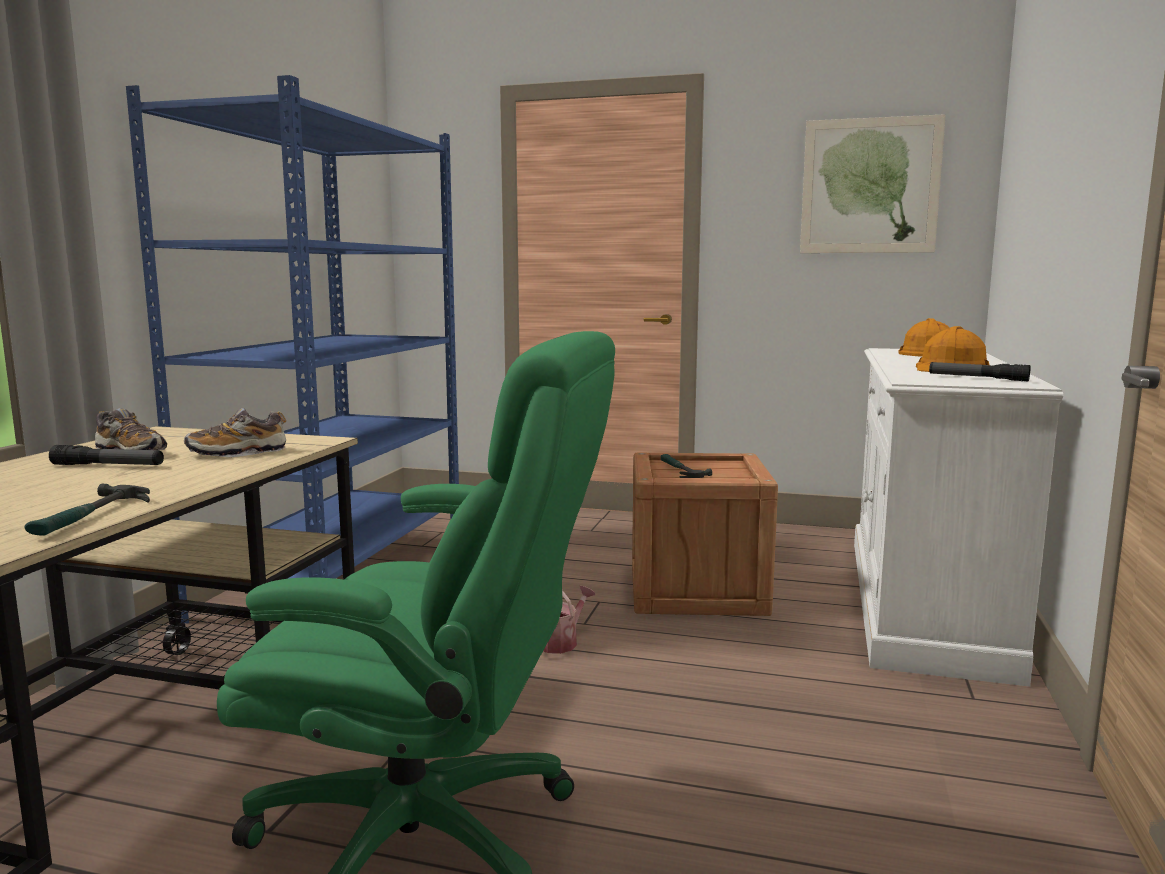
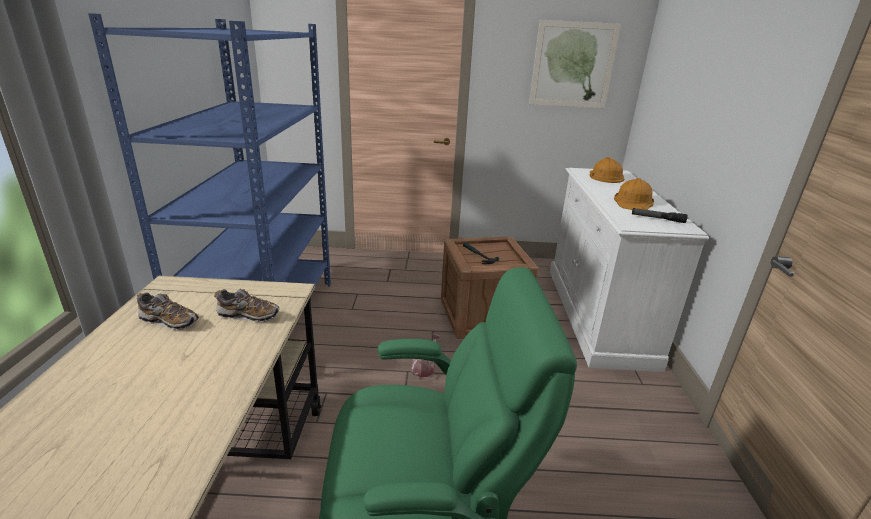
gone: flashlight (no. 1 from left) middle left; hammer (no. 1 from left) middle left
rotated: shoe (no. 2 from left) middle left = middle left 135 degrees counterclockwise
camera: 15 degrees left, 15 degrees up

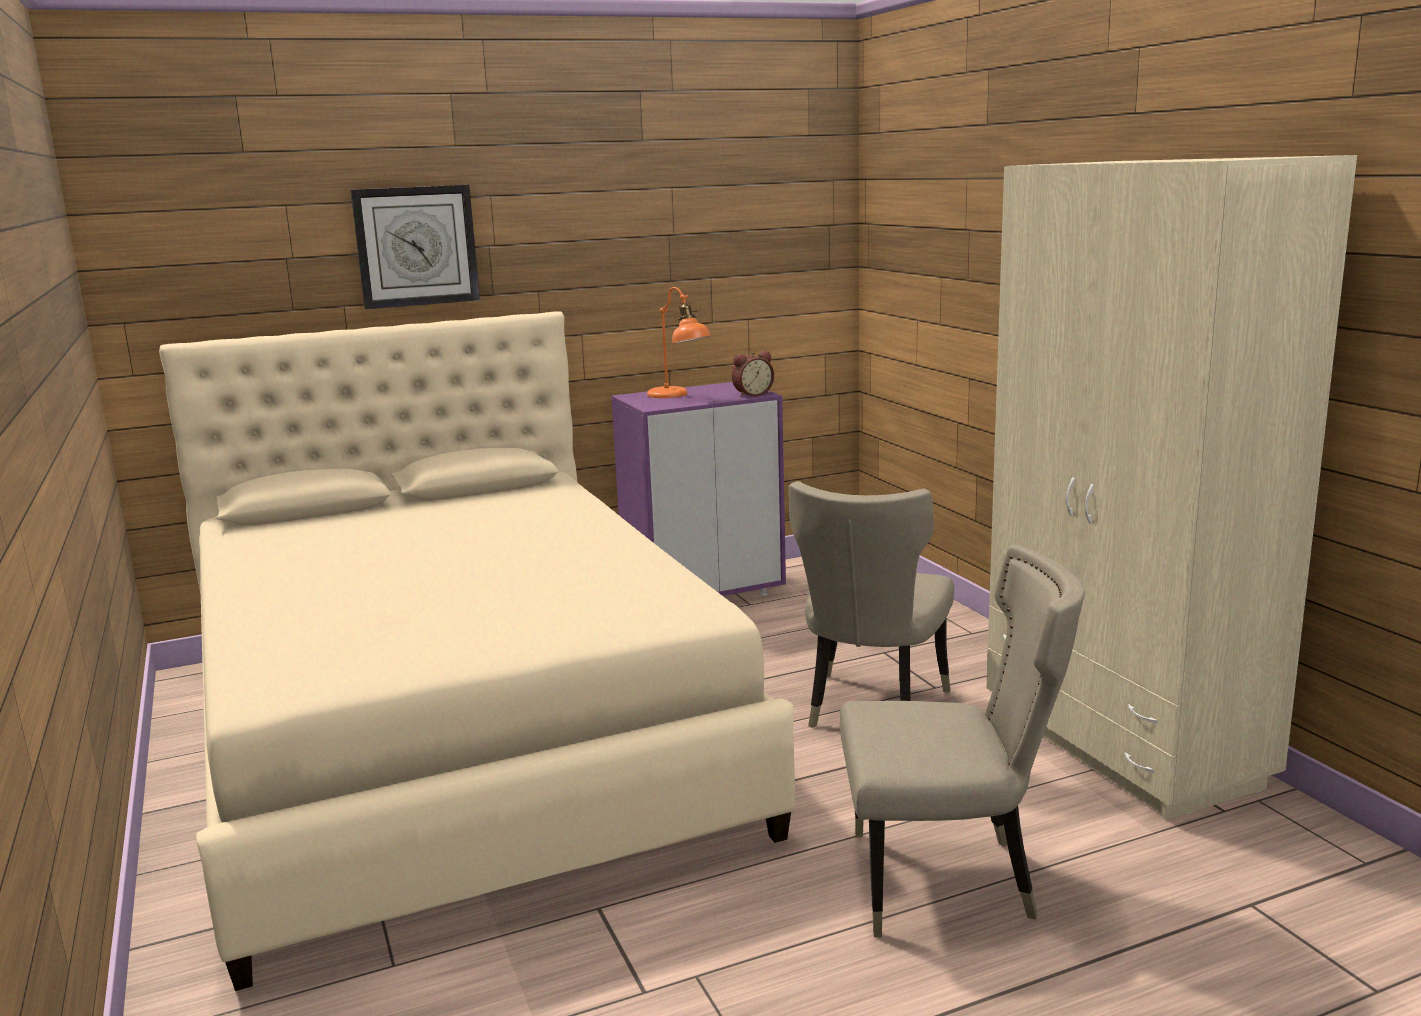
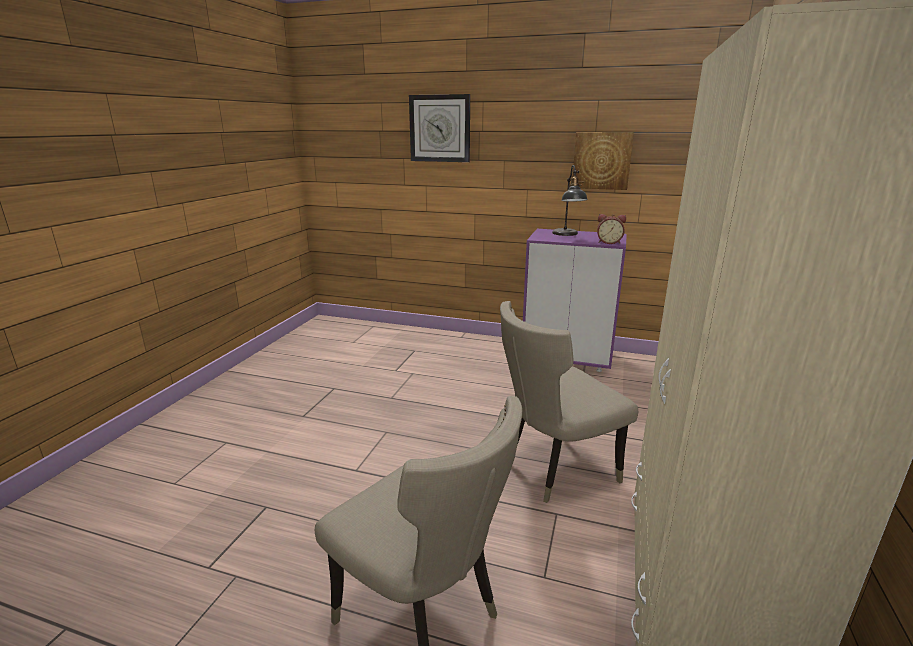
gone: bed/beige centre
new: picture top centre
repainted: table lamp/orange centre to table lamp/grey top centre
camera: 40 degrees right, 5 degrees up

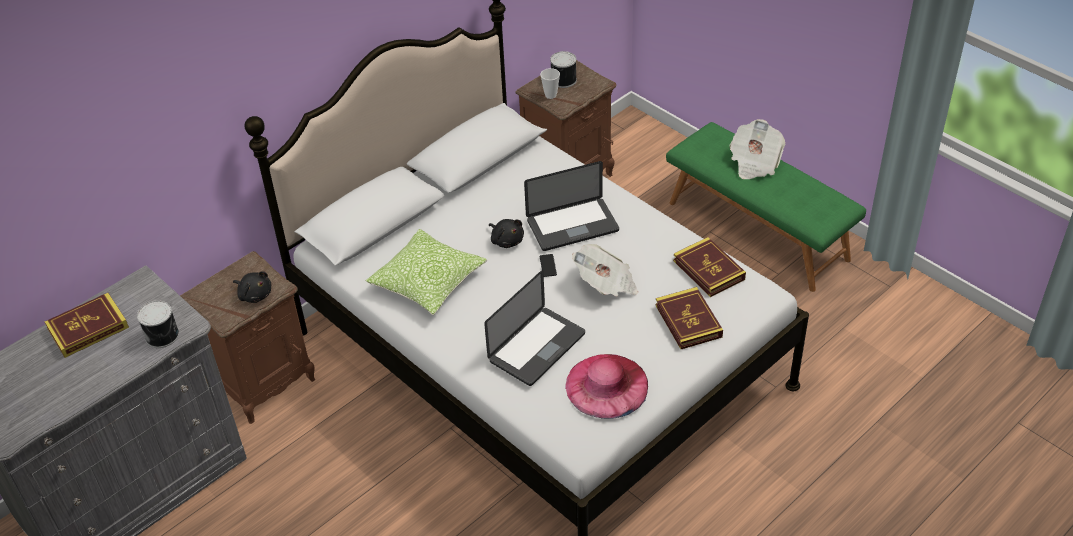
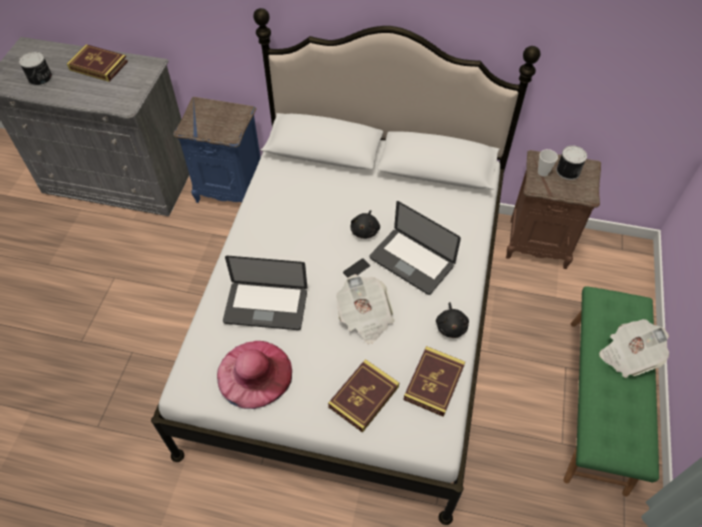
gone: pillow centre
shifted: plush toy/black (no. 1 from left in the first image) middle left to plush toy/black (no. 2 from left) centre; can (no. 1 from left) middle left to top left
repainted: nightstand/brown (no. 1 from left) middle left to nightstand/blue top left
camera: 55 degrees right, 10 degrees up

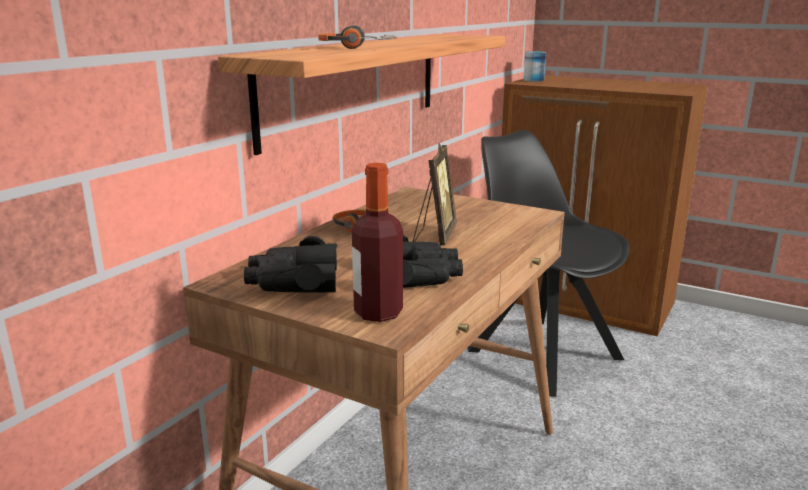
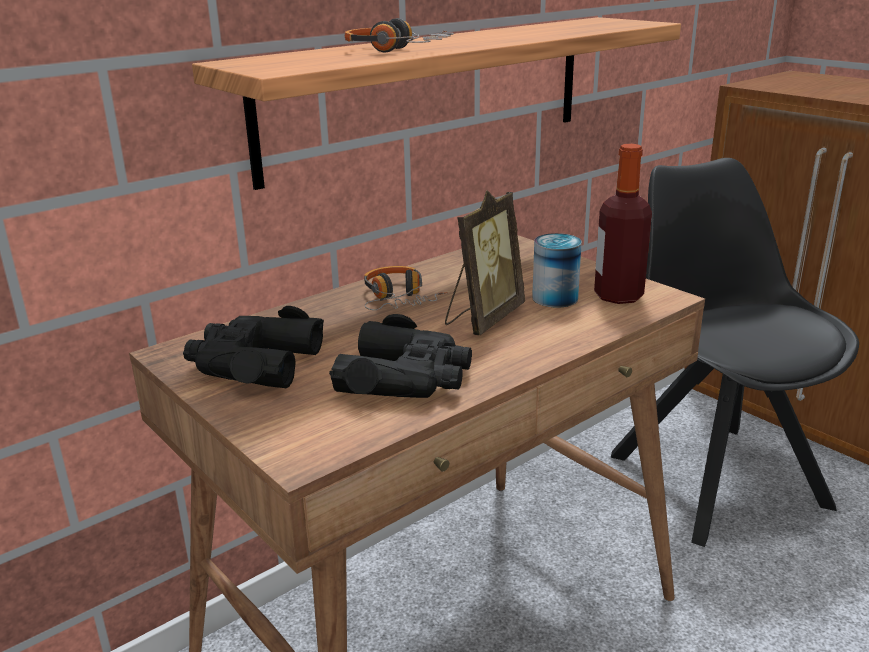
shifted: can top centre to centre; bottle centre to middle right
camera: 20 degrees right, 5 degrees up

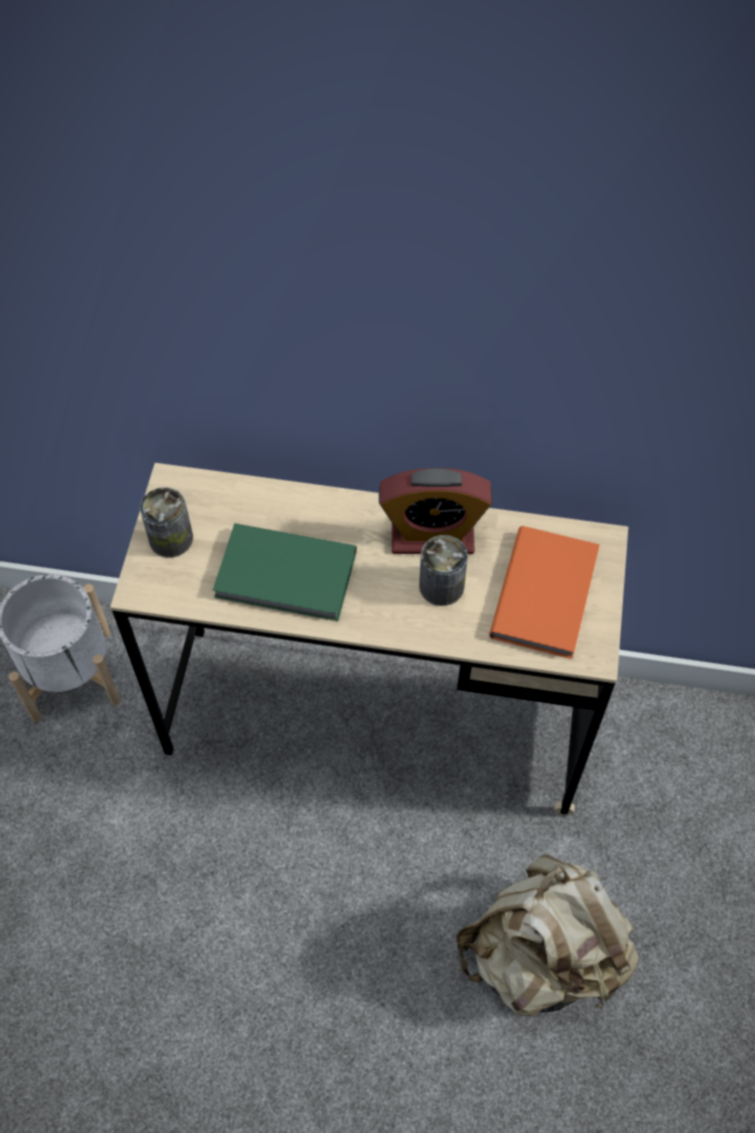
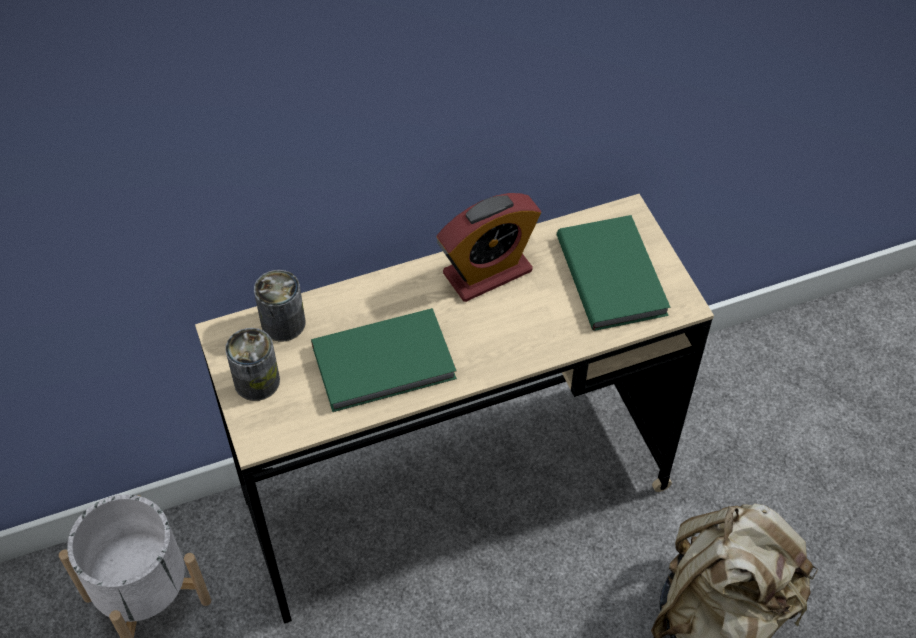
shifted: can (no. 2 from left) centre to middle left
repainted: book/orange middle right to book/green (no. 2 from left) middle right
camera: 30 degrees left, 5 degrees down

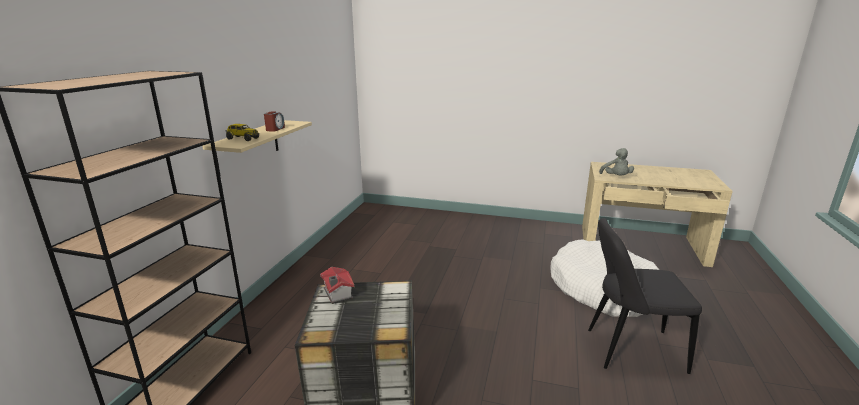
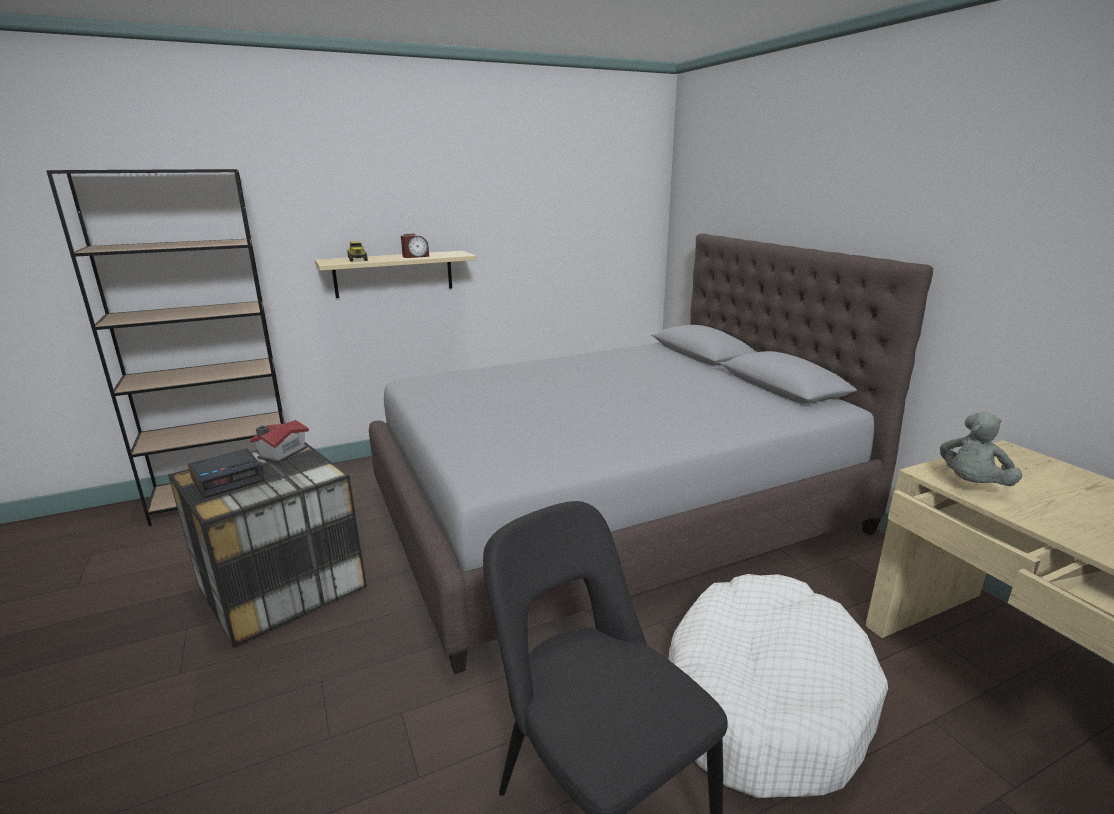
new: bed/grey centre; alarm clock (no. 1 from left) middle left
camera: 50 degrees right, 0 degrees up

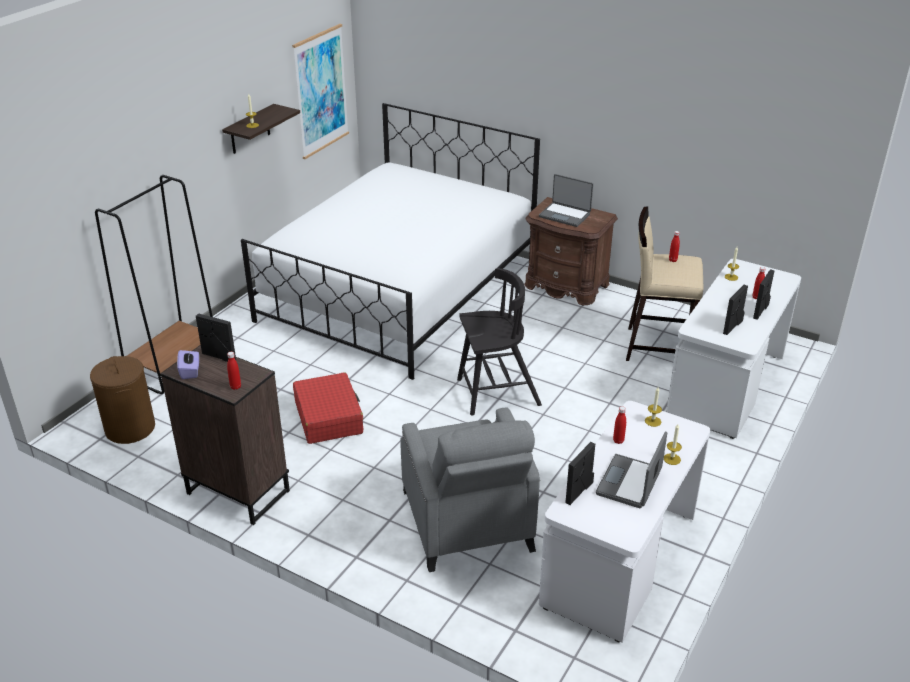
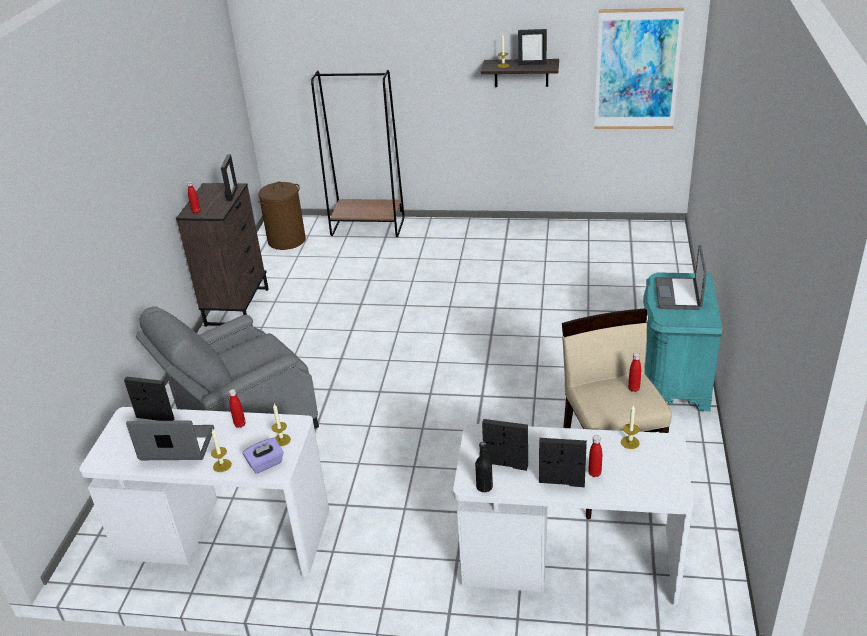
gone: bed/white centre; chair/black centre; suitcase/red centre
new: picture frame (no. 4 from left) top centre; bottle/black bottom centre
shifted: tissue box/purple middle left to bottom left
repainted: nightstand/brown centre to nightstand/turquoise middle right
camera: 70 degrees right, 0 degrees up

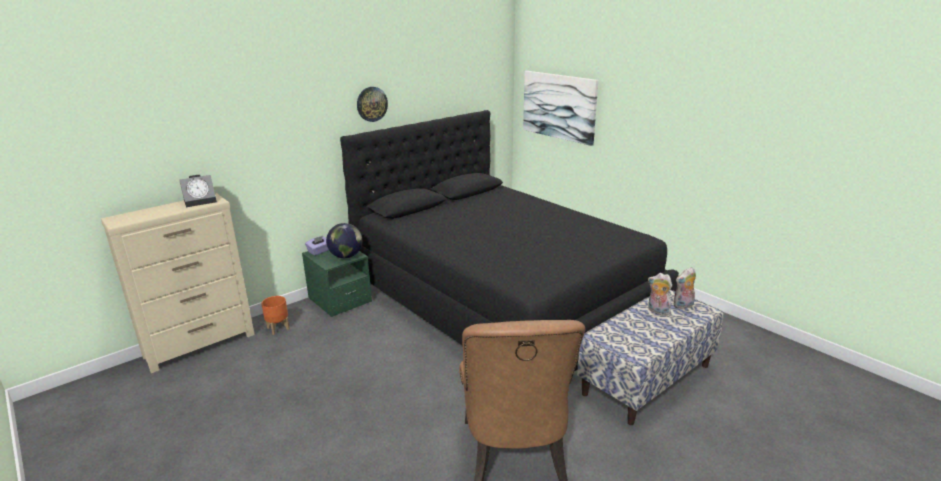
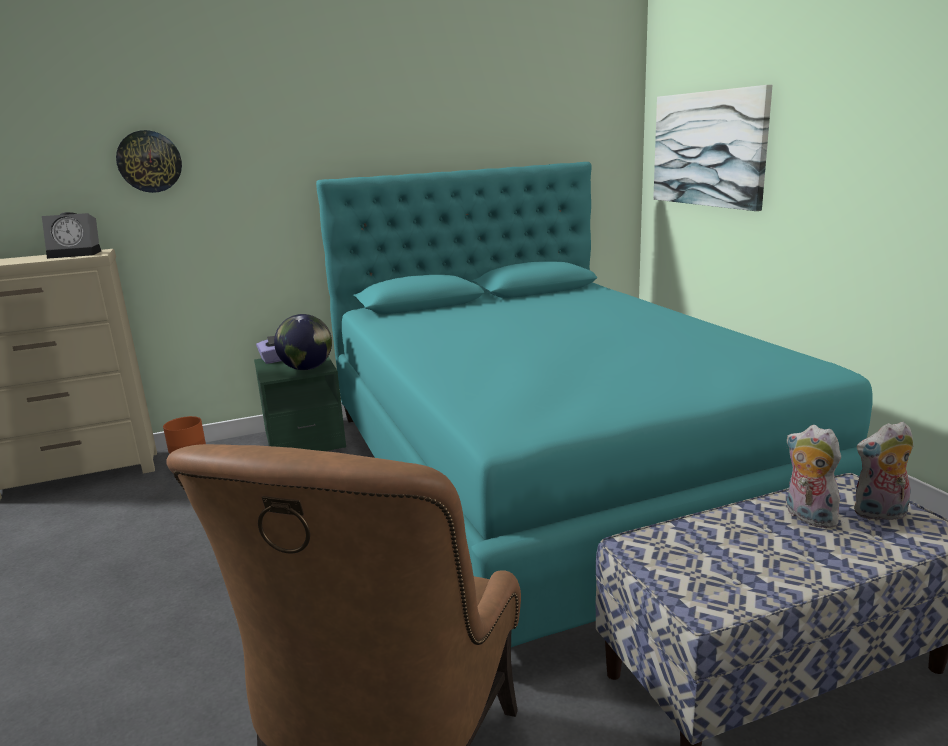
shifted: wall clock top centre to top left
repainted: bed/black centre to bed/turquoise centre
camera: 20 degrees right, 5 degrees down

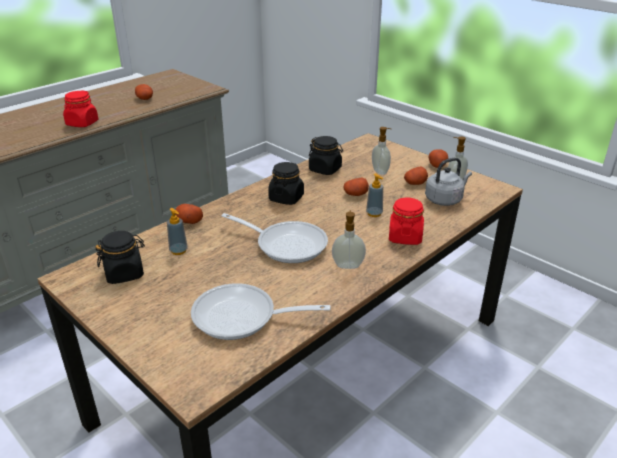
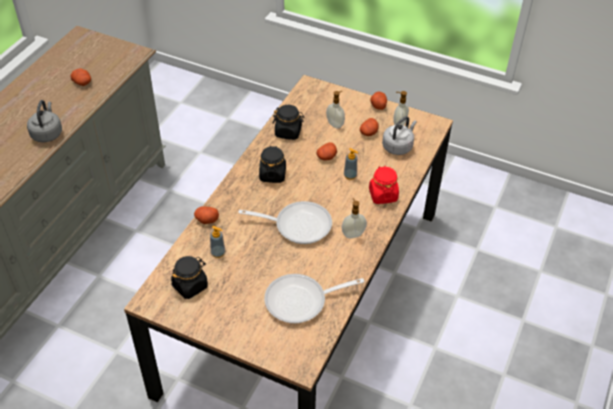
swapped: jar/red (no. 1 from left) top left to kettle/grey (no. 1 from left) top left
camera: 20 degrees left, 15 degrees up

